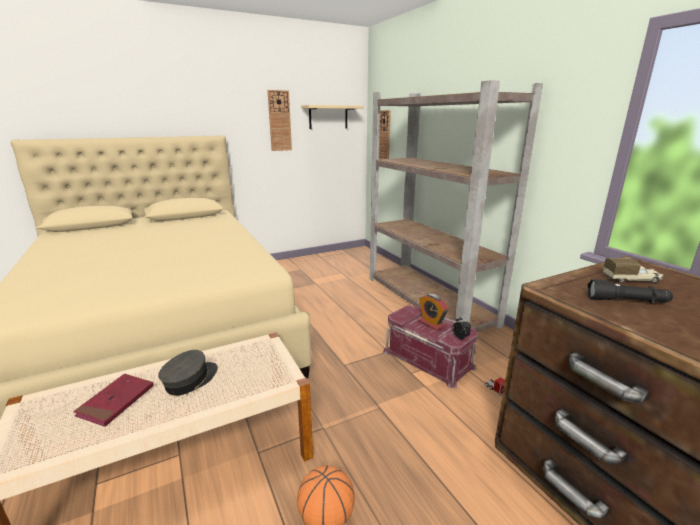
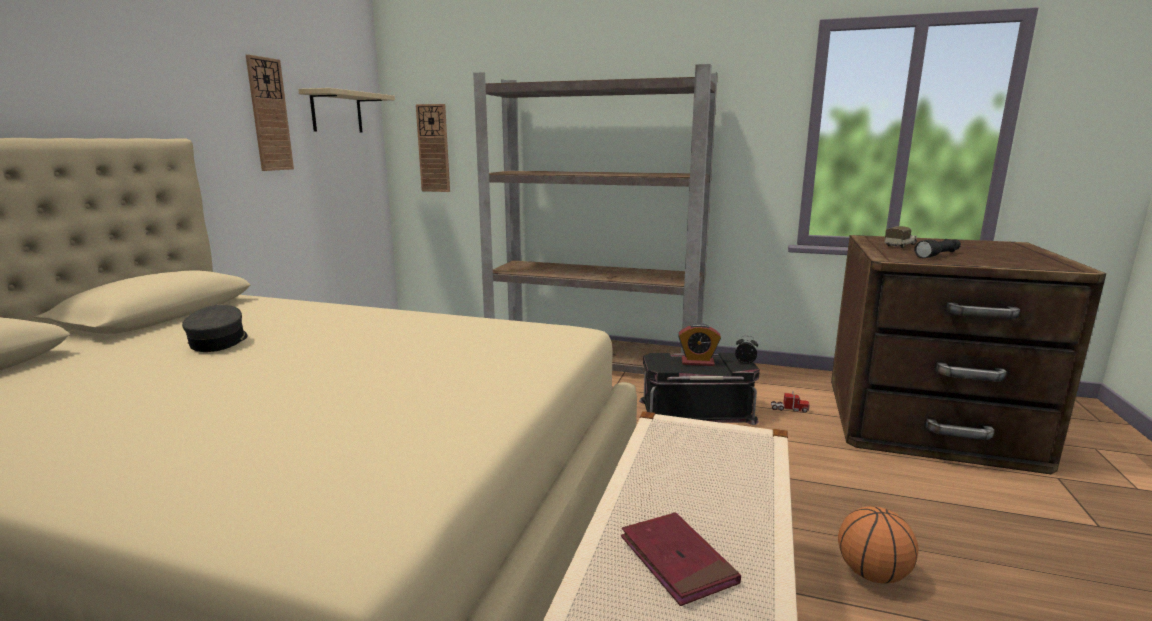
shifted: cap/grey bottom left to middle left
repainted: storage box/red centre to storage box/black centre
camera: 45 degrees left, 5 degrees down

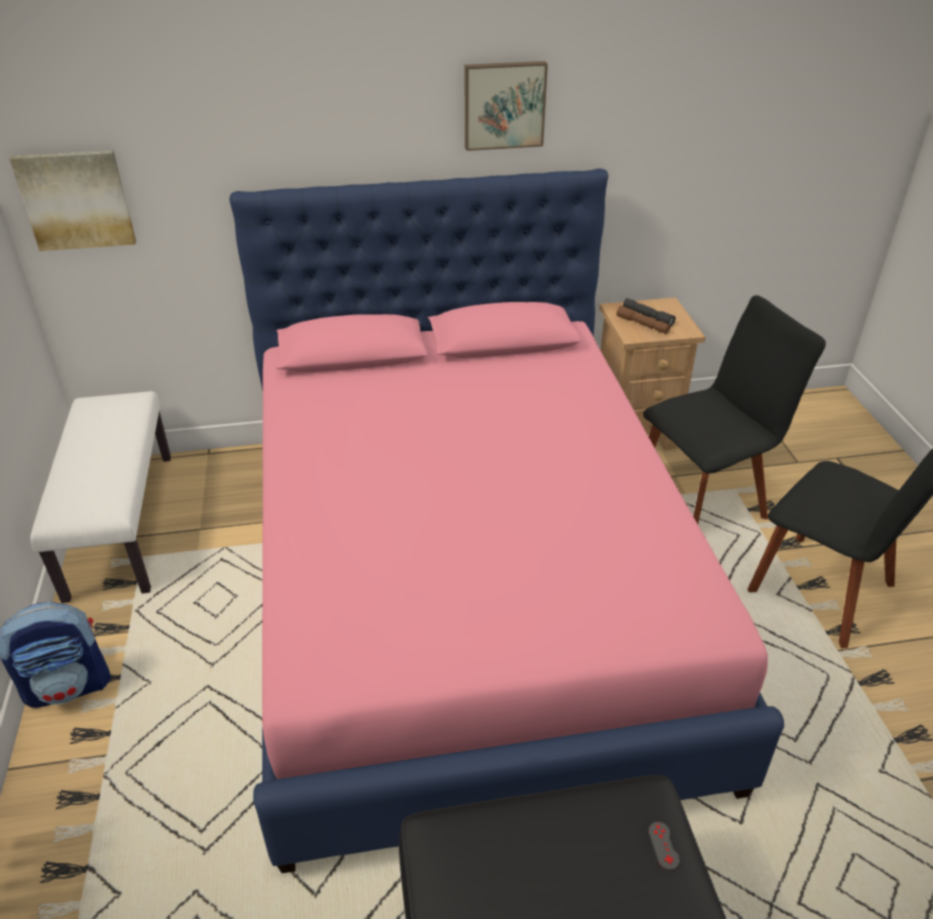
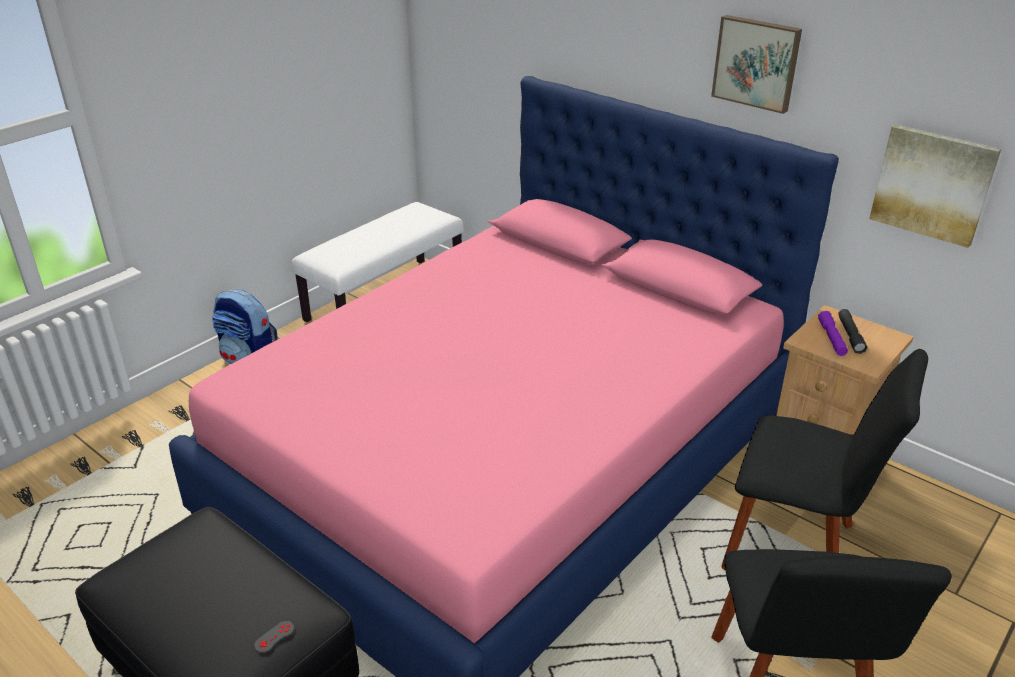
shifted: picture (no. 1 from left in the first image) top left to picture (no. 2 from left) top right
repainted: flashlight/brown middle right to flashlight/purple middle right
camera: 50 degrees right, 5 degrees down

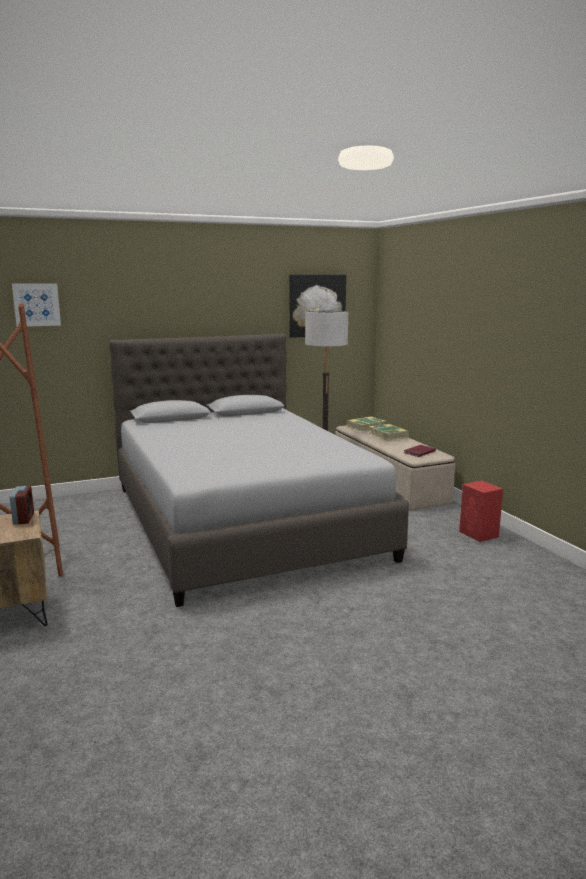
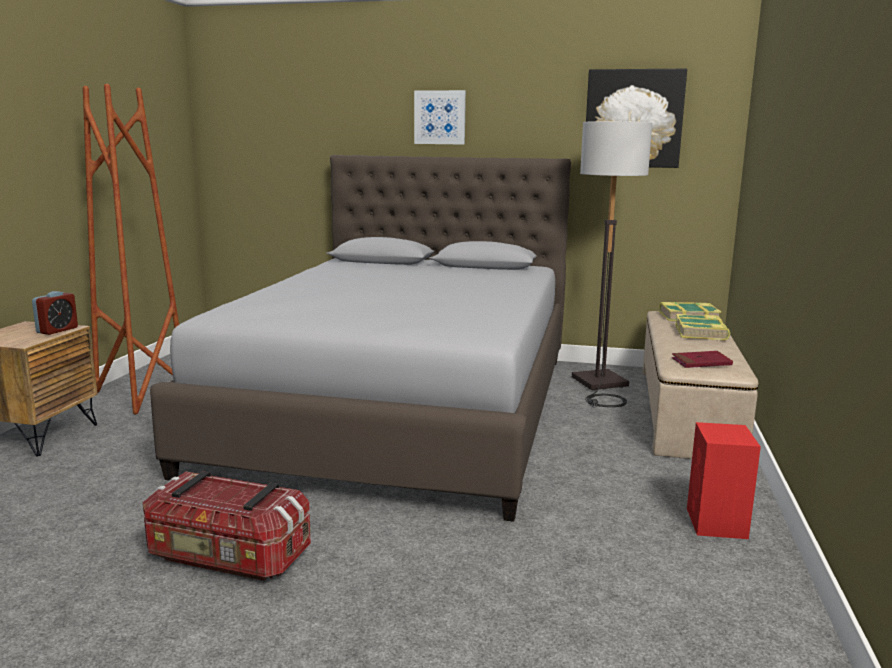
new: storage box bottom left
shifted: picture (no. 1 from left) middle left to top centre
camera: 35 degrees right, 0 degrees up

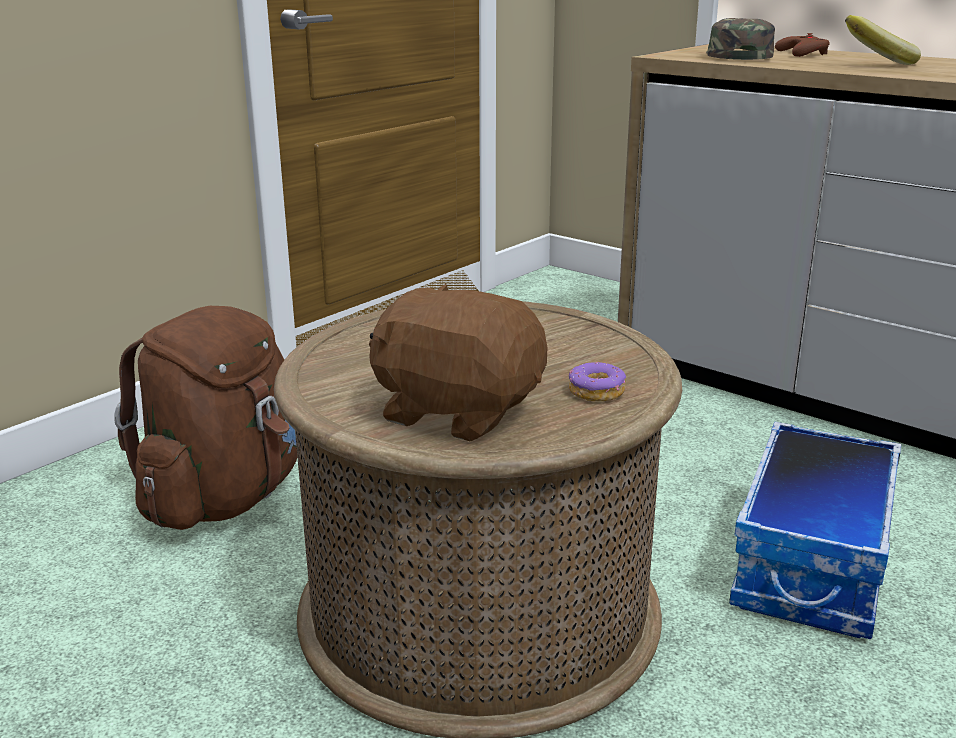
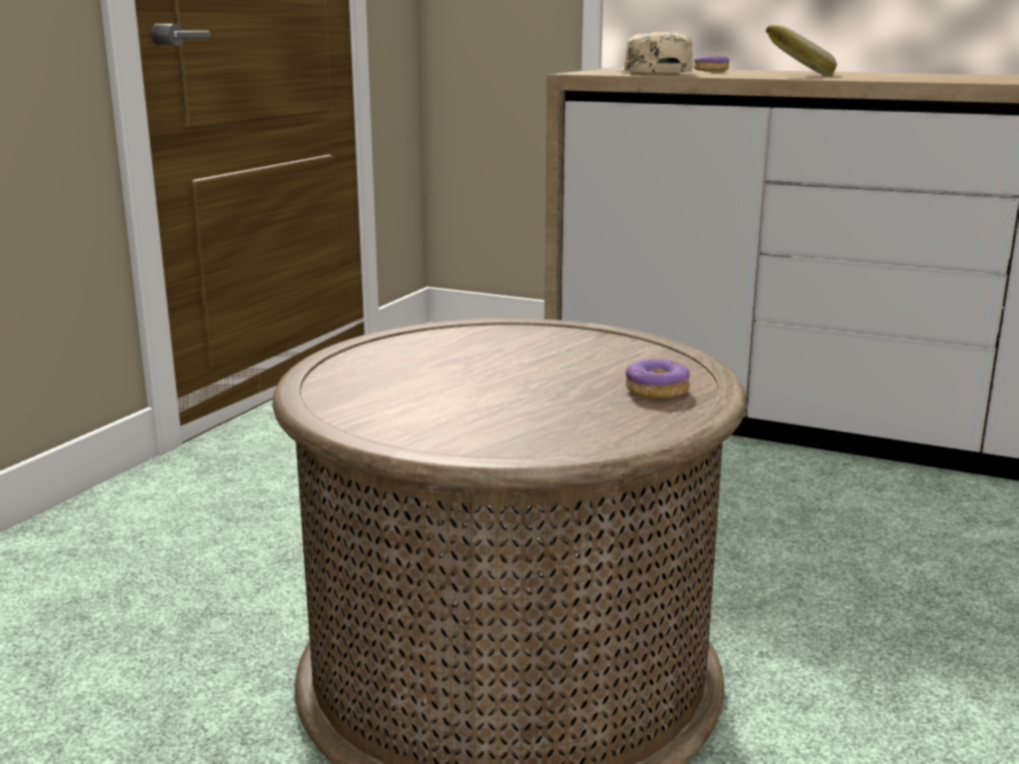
gone: plush toy/brown centre; backpack/brown middle left; storage box bottom right
swapped: game controller/brown top right to donut (no. 2 from left) top right
repainted: cap/green top right to cap/beige top centre
camera: 15 degrees left, 5 degrees down

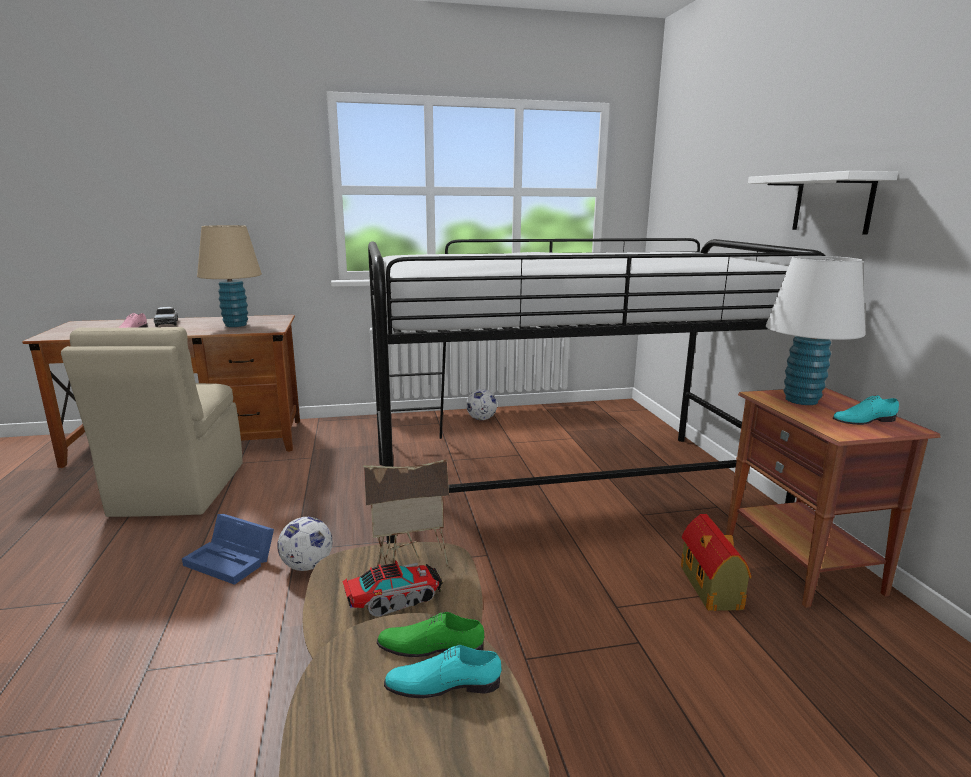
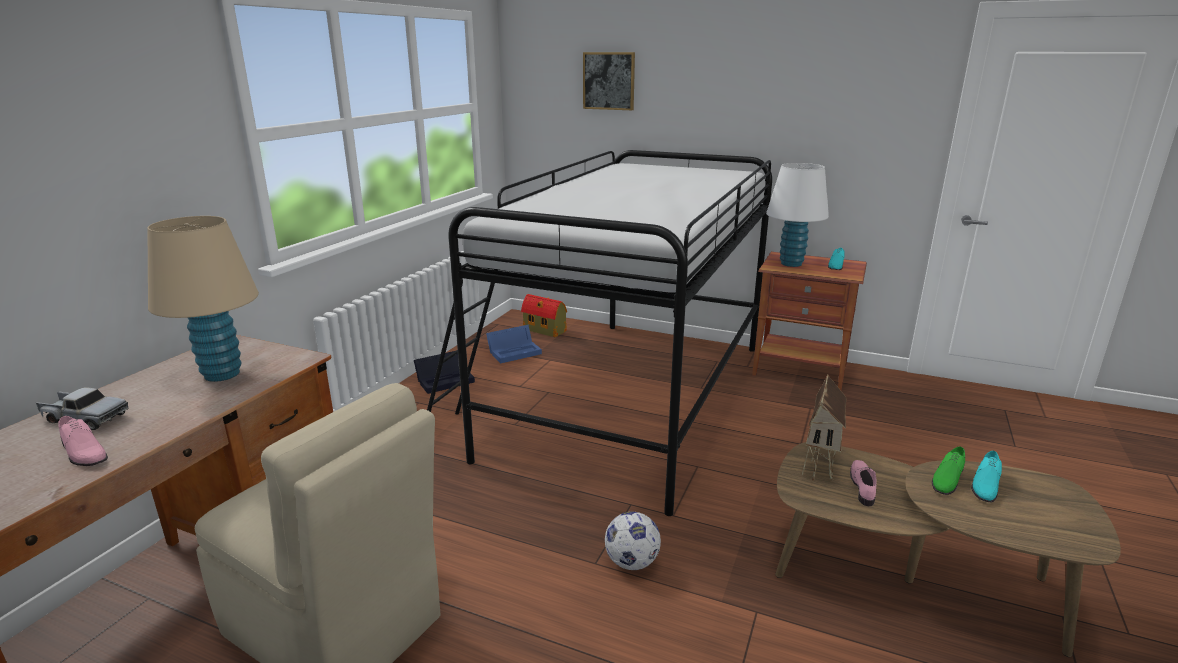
gone: shelf/white top right
new: picture top centre
shifted: storage box/blue bottom left to centre; toy house (no. 2 from left in the first image) bottom right to toy house (no. 1 from left) centre
swapped: football (no. 2 from left) centre to storage box/black centre; toy truck (no. 2 from left) bottom centre to shoe/pink (no. 2 from left) bottom right
camera: 55 degrees left, 5 degrees up

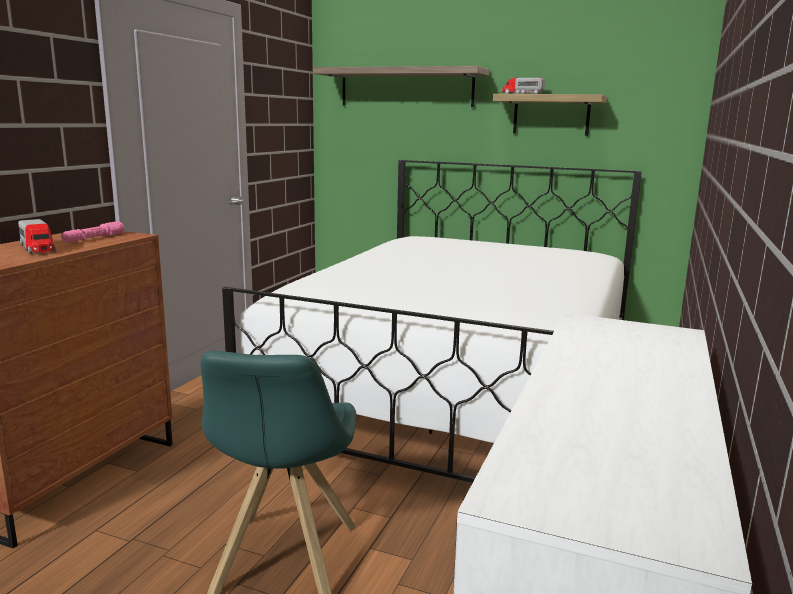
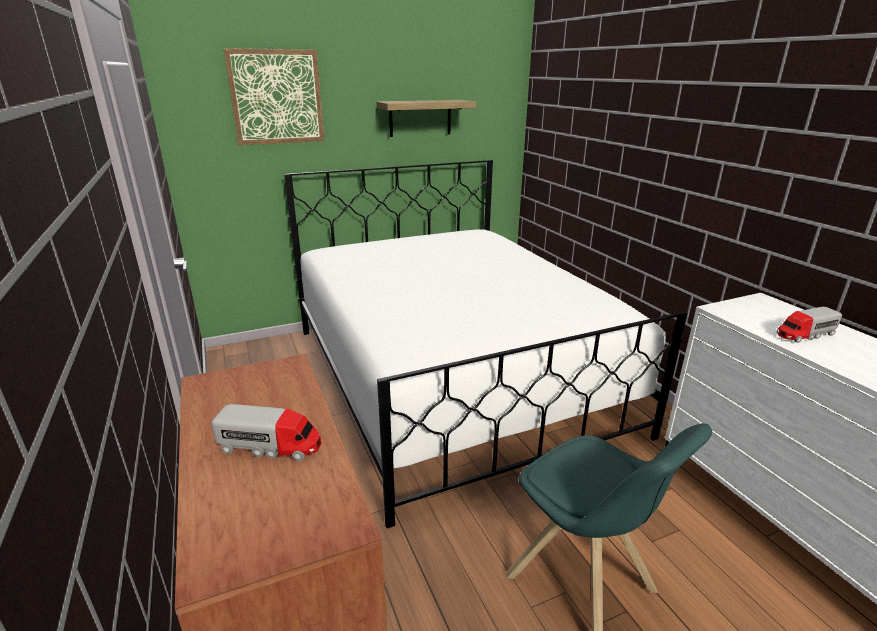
gone: flashlight/pink middle left
shifted: toy truck (no. 2 from left) top centre to middle right
swapped: shelf (no. 1 from left) top centre to picture top left
camera: 45 degrees left, 10 degrees up

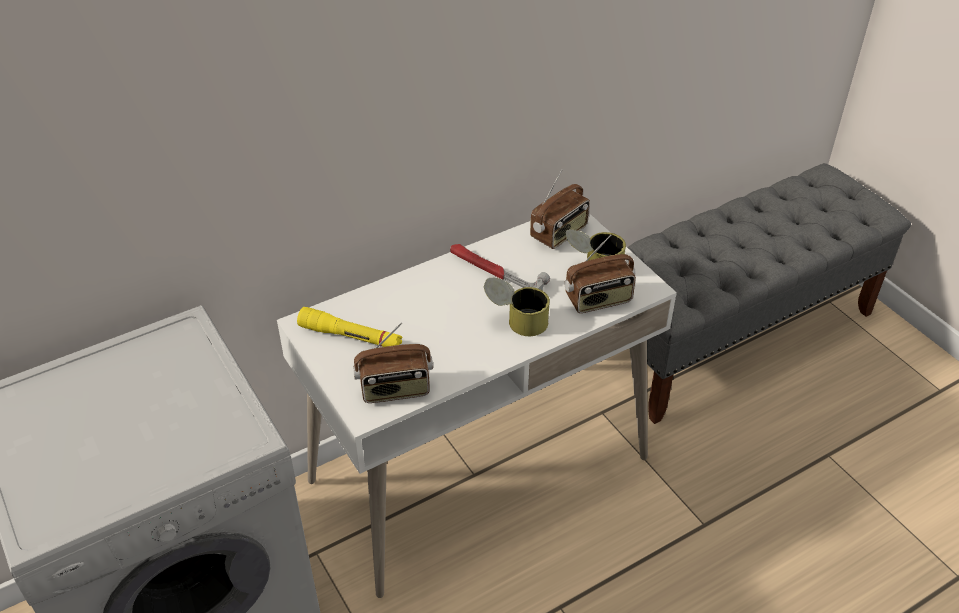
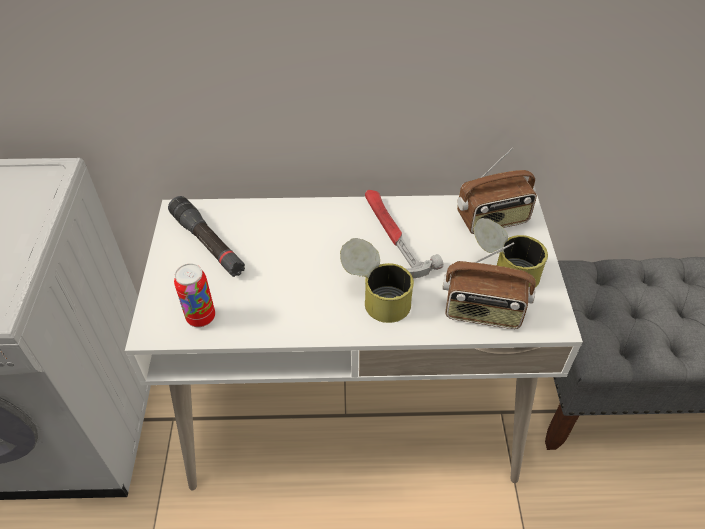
swapped: radio (no. 1 from left) centre to can (no. 1 from left) middle left
repainted: flashlight/yellow centre to flashlight/black middle left
camera: 30 degrees right, 5 degrees up

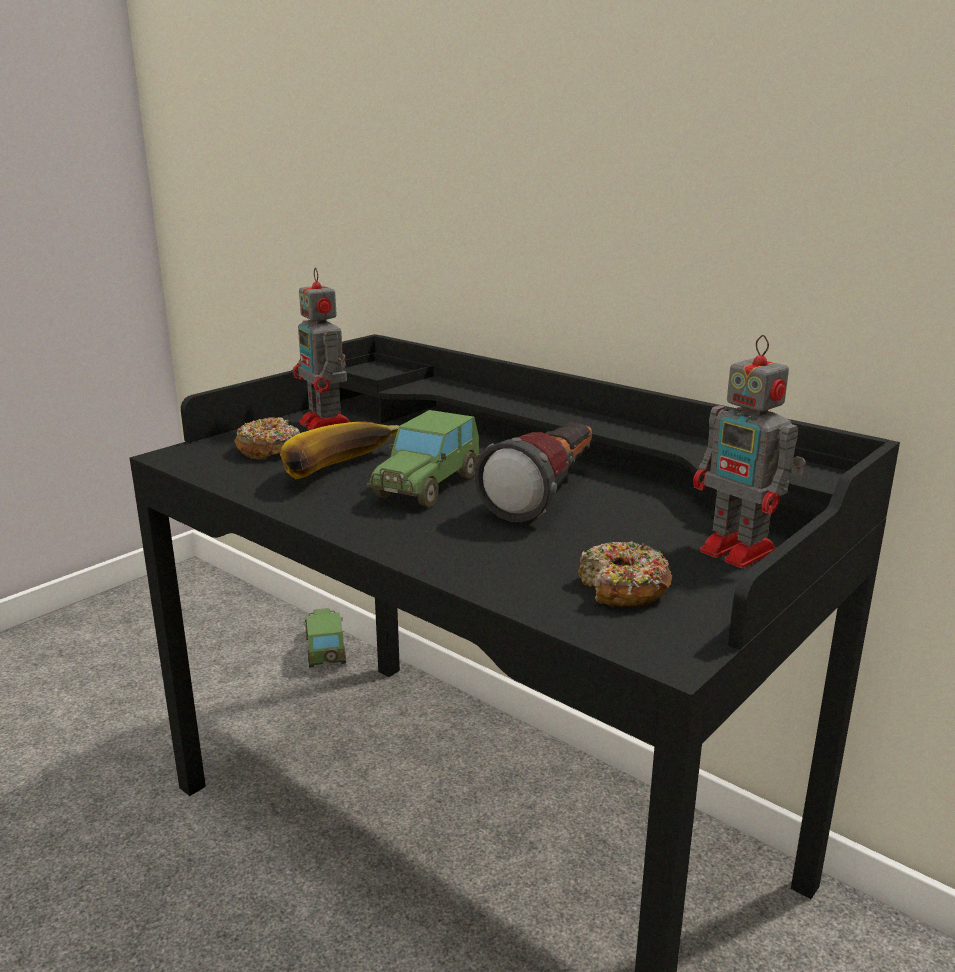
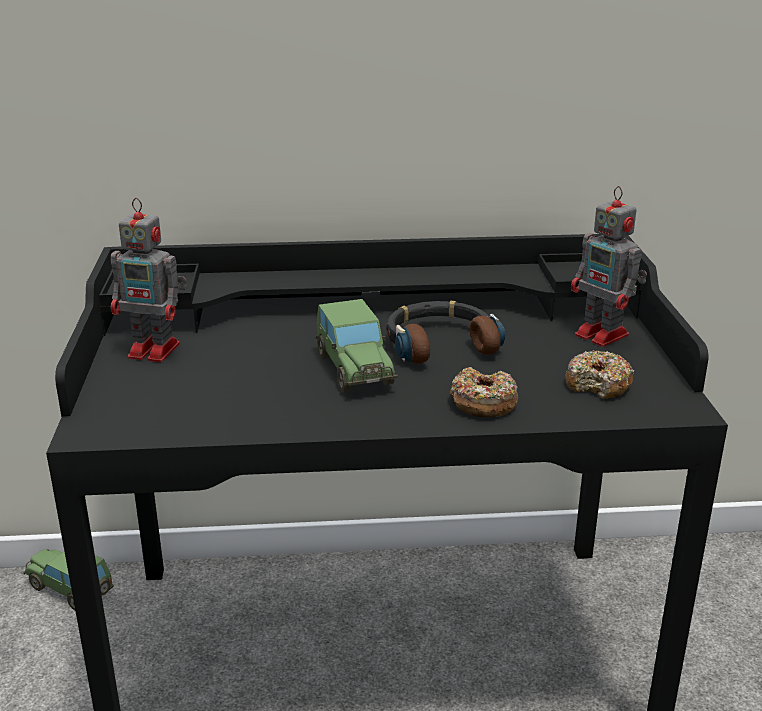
gone: banana centre
shifted: donut (no. 1 from left) middle left to centre
swapped: flashlight centre to headphones centre
rotated: toy robot (no. 2 from left) middle right = middle right 45 degrees clockwise
camera: 45 degrees left, 5 degrees up

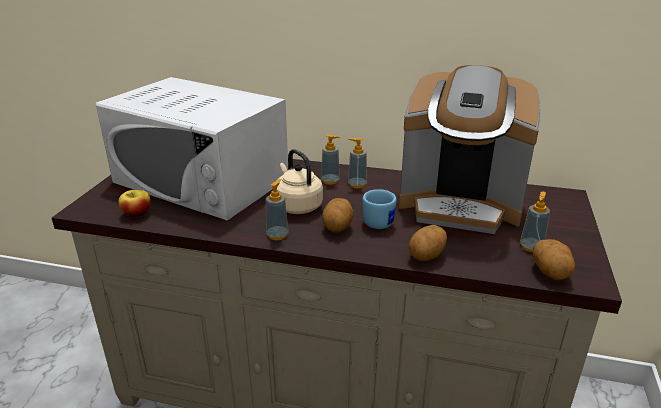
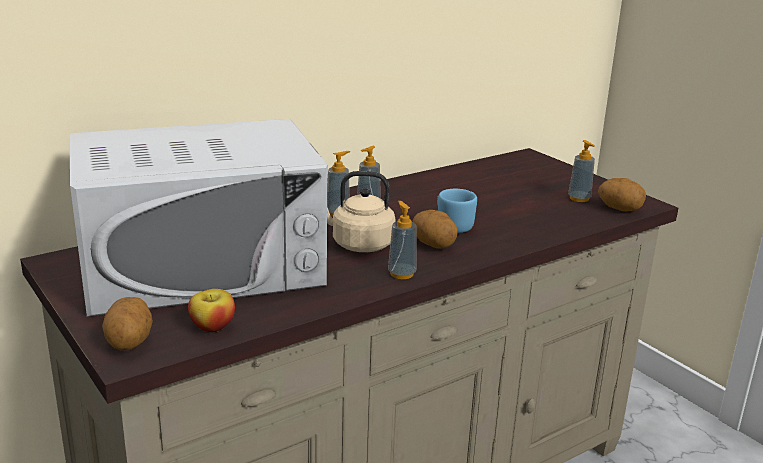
gone: coffee machine middle right
shifted: potato (no. 2 from left in the first image) centre to potato (no. 1 from left) bottom left
camera: 50 degrees left, 5 degrees down

